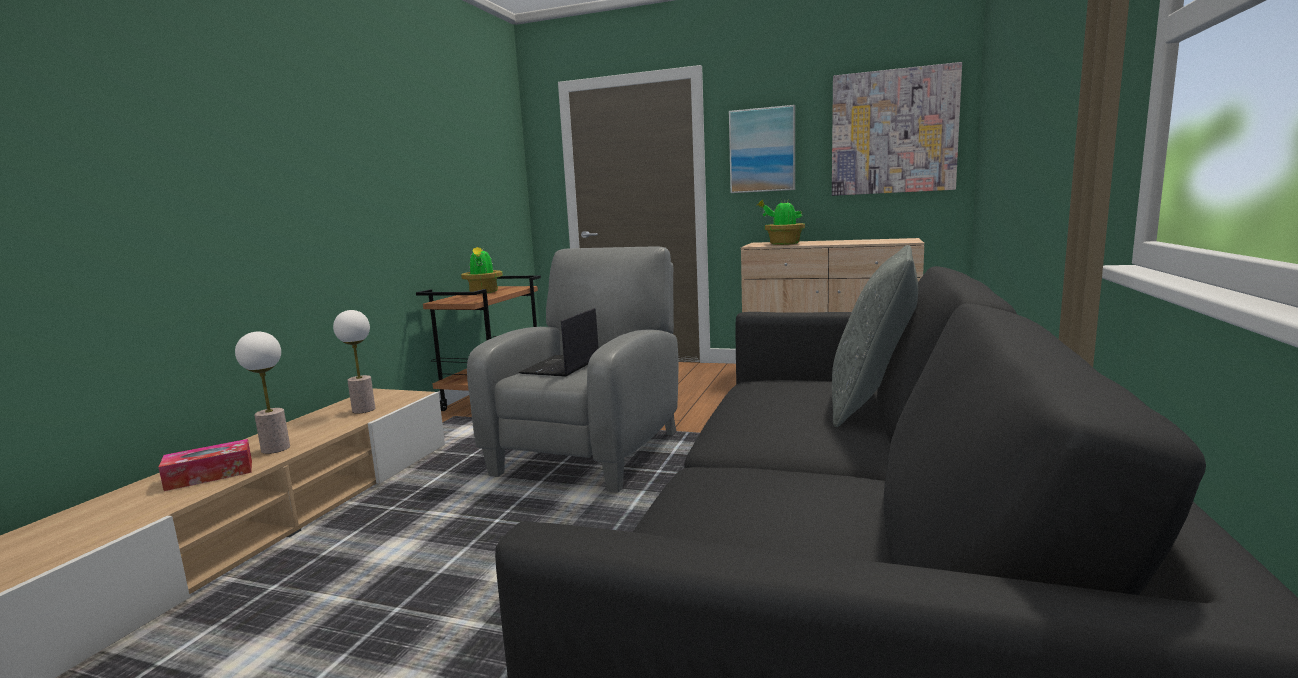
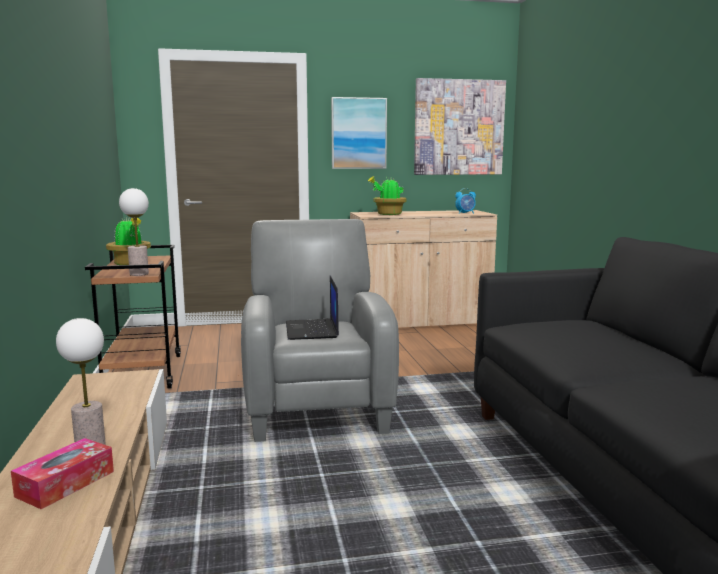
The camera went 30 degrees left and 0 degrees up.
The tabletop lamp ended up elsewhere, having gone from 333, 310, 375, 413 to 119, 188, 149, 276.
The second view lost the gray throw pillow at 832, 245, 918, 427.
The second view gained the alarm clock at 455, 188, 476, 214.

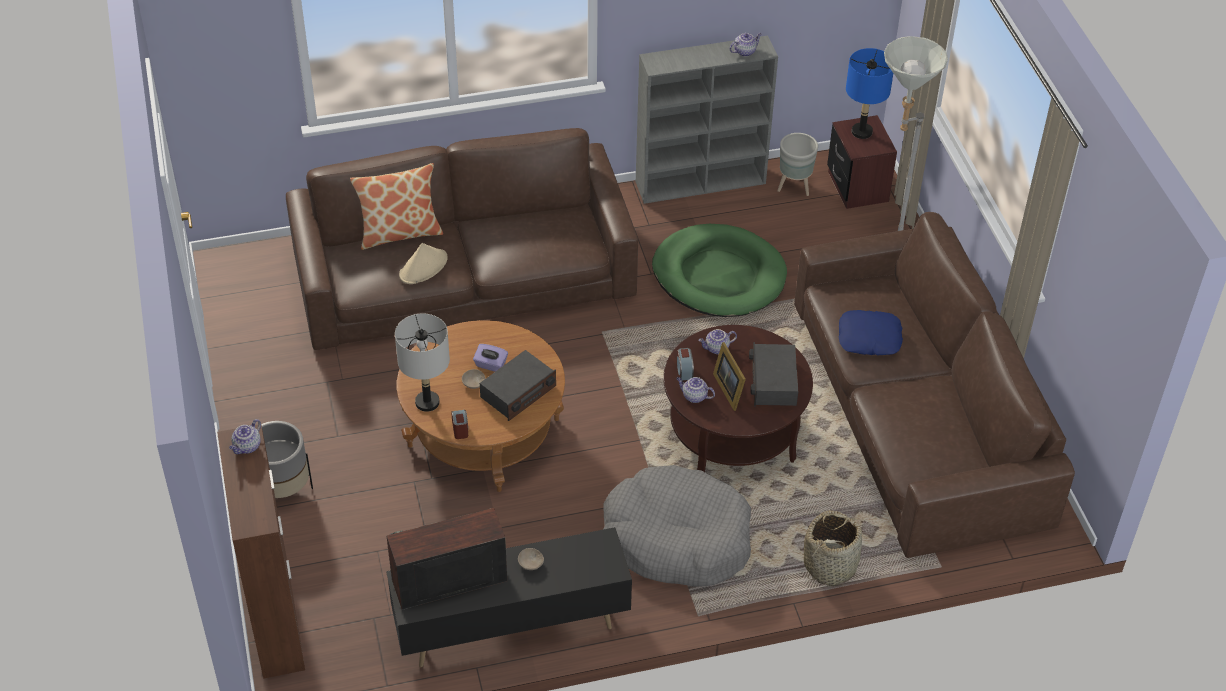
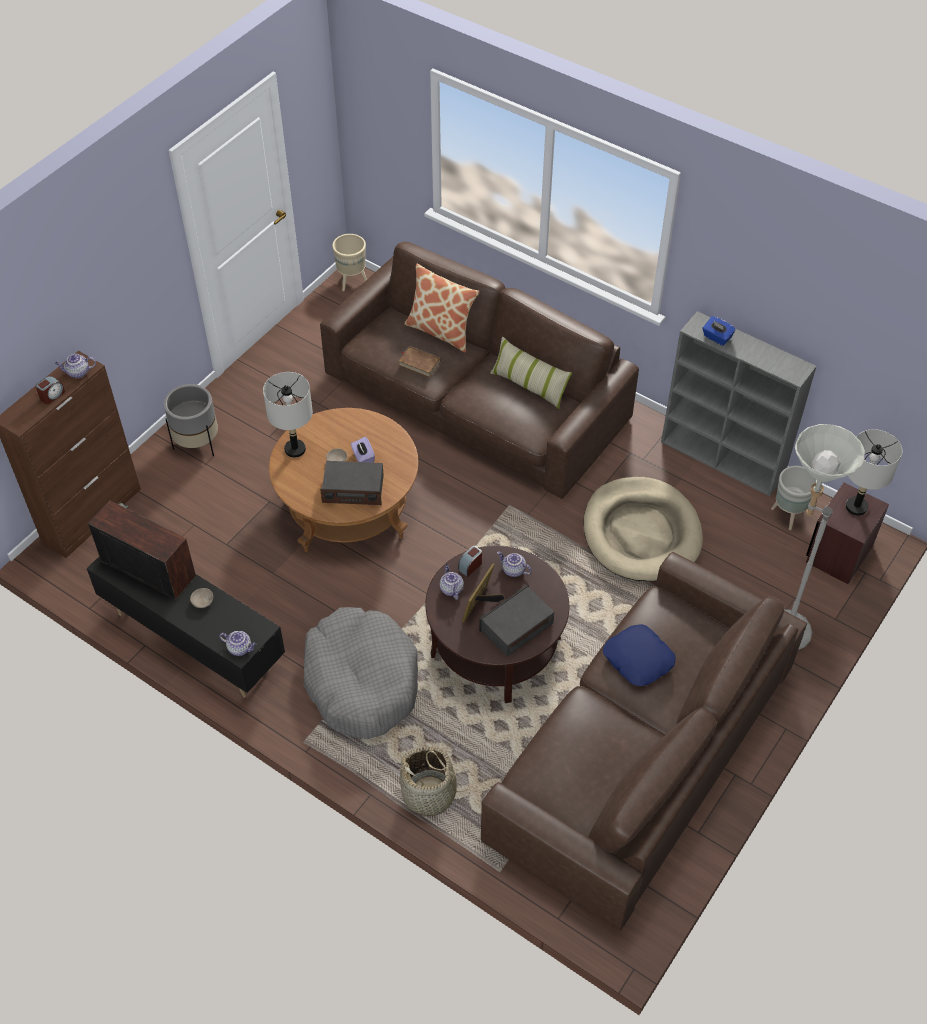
The camera went 50 degrees right and 5 degrees up.
Where the beige wearable hat stood at 399, 243, 448, 284, the brown-coloured book came to stand at 398, 346, 441, 378.
The alarm clock ended up elsewhere, having gone from 451, 410, 468, 439 to 35, 376, 65, 404.
What was the greenish dog cushion at 652, 224, 787, 317 turned into the beige dog cushion at 583, 477, 703, 582.
The tea pot ended up elsewhere, having gone from 729, 33, 762, 57 to 219, 631, 257, 656.
What was the blue tabletop lamp at 846, 48, 893, 139 turned into the gray tabletop lamp at 846, 429, 903, 516.
The second view gained the beige plant pot at 332, 234, 367, 291.
The second view gained the throw pillow at 490, 337, 572, 409.
The second view gained the blue tissue box at 702, 316, 736, 346.

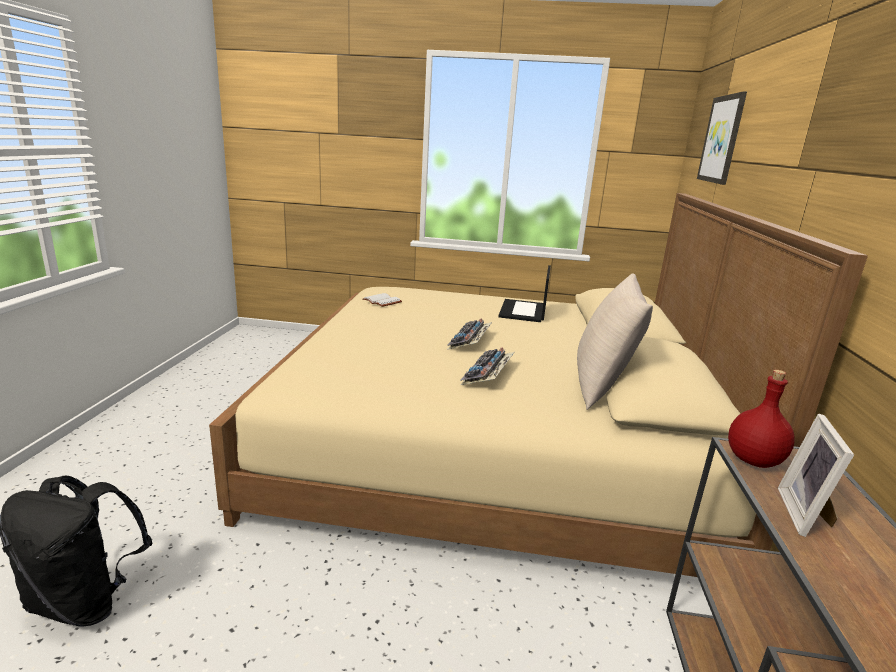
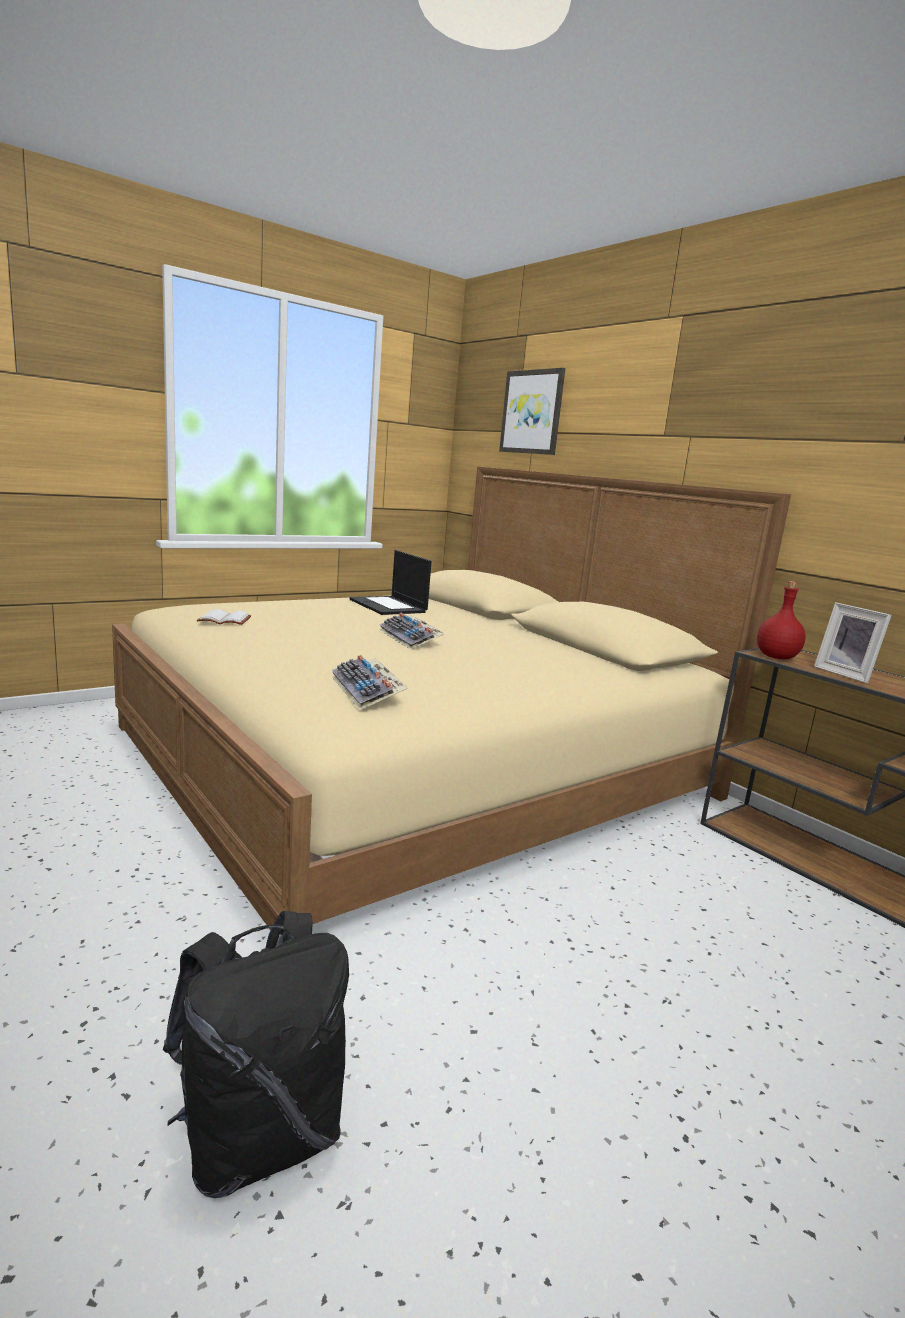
The camera went 45 degrees left and 5 degrees down.
The keyboard ended up elsewhere, having gone from 460, 347, 515, 385 to 332, 655, 407, 710.
The second view lost the beige throw pillow at 577, 273, 653, 410.

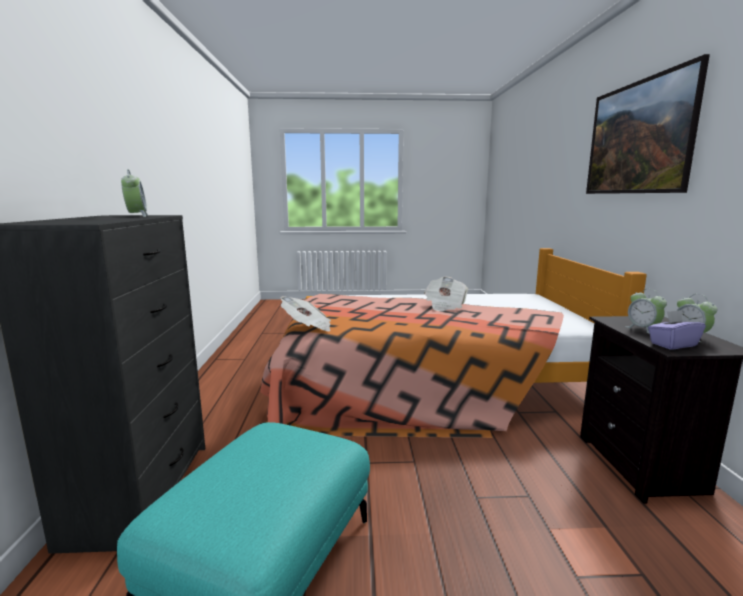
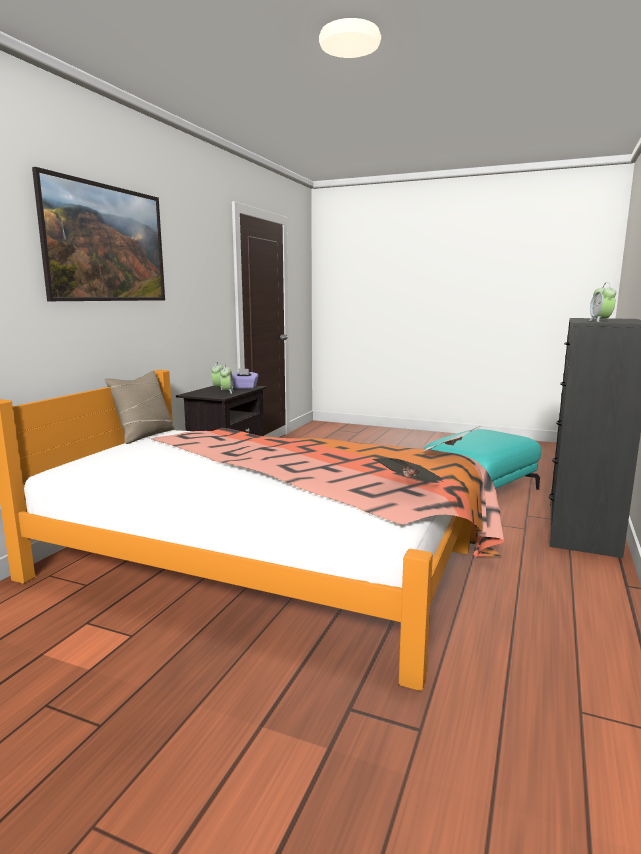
The camera went 155 degrees left and 0 degrees up.
The printed paper ended up elsewhere, having gone from 424, 277, 468, 311 to 372, 458, 443, 483.
The second view gained the beige throw pillow at 104, 371, 175, 444.

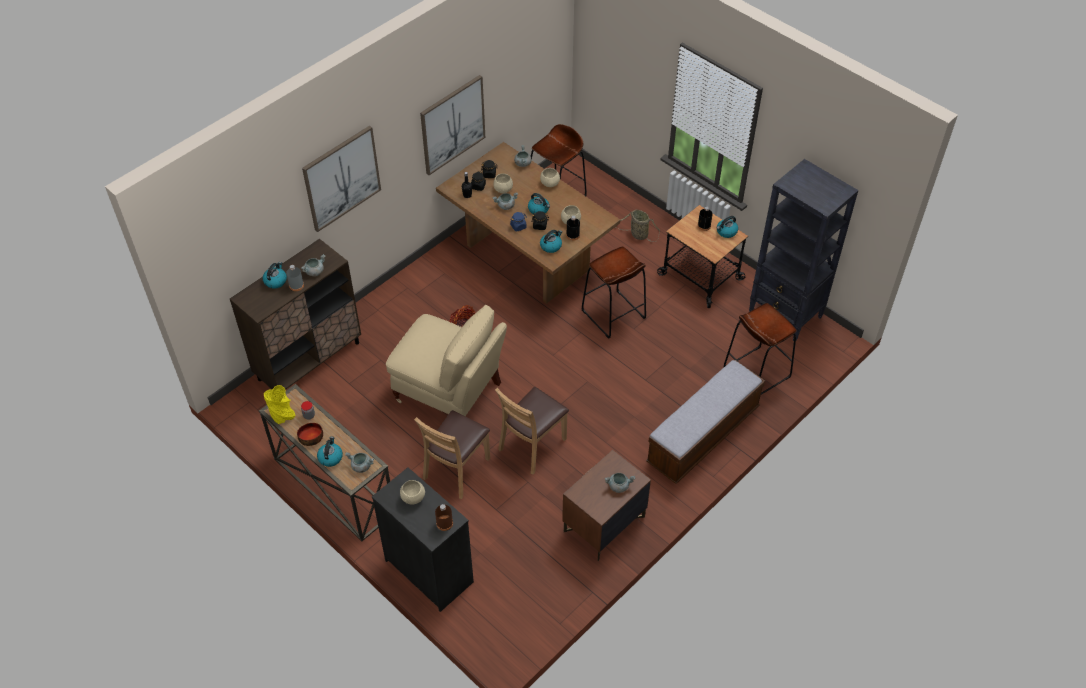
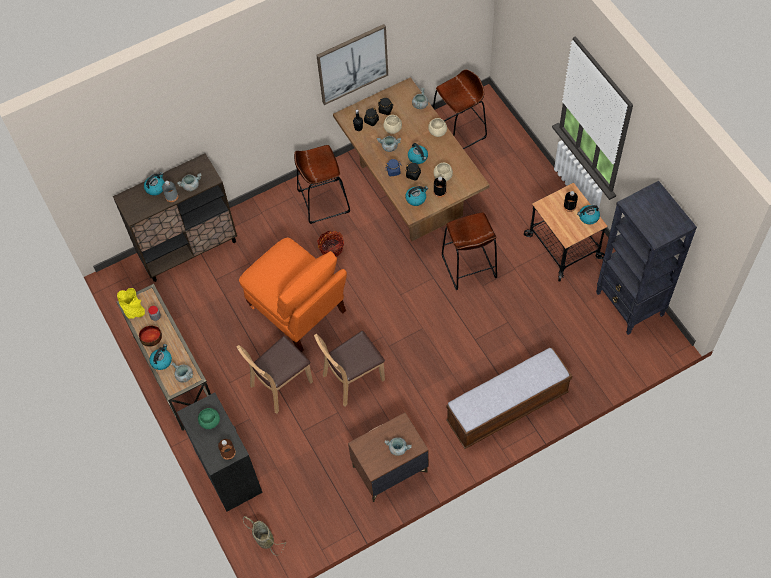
The camera went 20 degrees right and 10 degrees up.
The second view lost the wall picture at 302, 126, 381, 232.
What was the beige upright chair at 386, 305, 507, 417 turned into the orange-coloured upright chair at 239, 238, 347, 352.
What was the beige deep dish at 400, 480, 425, 505 turned into the greenish deep dish at 198, 408, 220, 429.
The basket ended up elsewhere, having gone from 617, 210, 660, 242 to 243, 516, 286, 556.
The brown-coloured stool ended up elsewhere, having gone from 723, 303, 797, 395 to 294, 145, 350, 224.

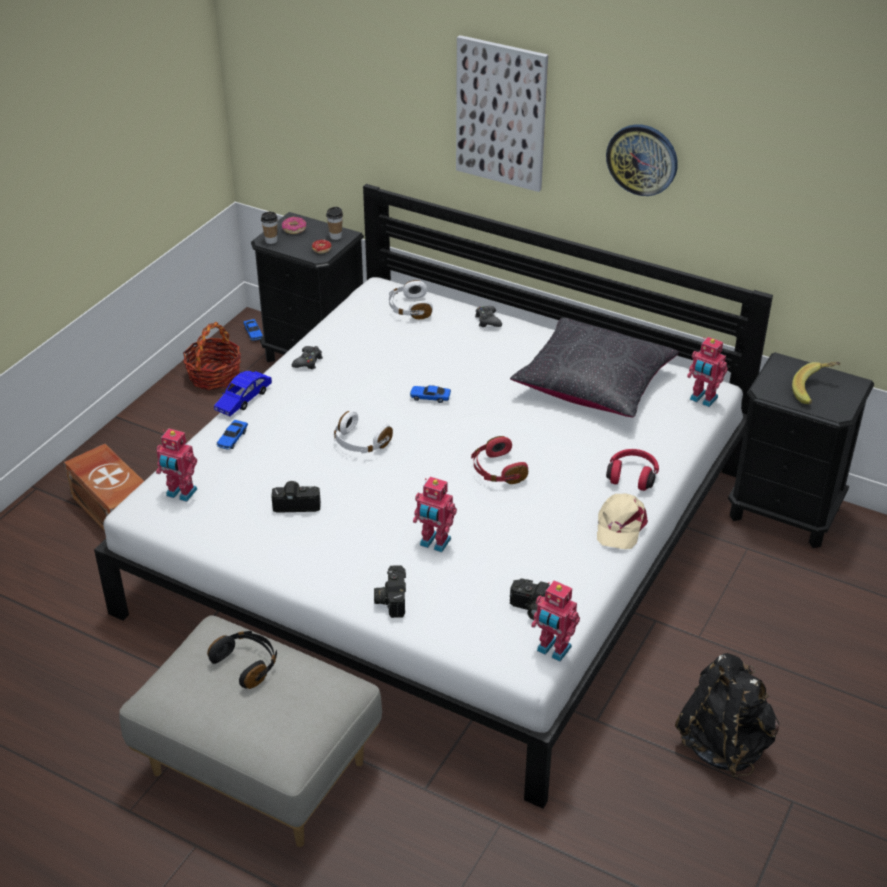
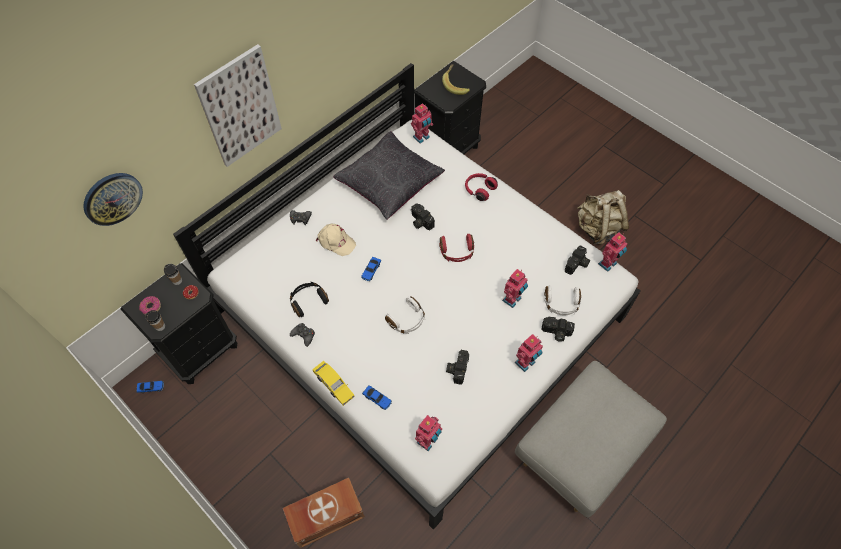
The camera went 75 degrees left and 20 degrees up.
The second view lost the basket at 183, 322, 241, 390.
The blackish pair of headphones ended up elsewhere, having gone from 207, 631, 277, 689 to 290, 282, 329, 317.
What was the blue model car at 214, 371, 272, 416 turned into the yellow model car at 312, 361, 355, 406.
The whitish pair of headphones ended up elsewhere, having gone from 389, 280, 433, 319 to 544, 285, 581, 315.
The beige baseball cap ended up elsewhere, having gone from 597, 494, 648, 549 to 316, 223, 356, 256.
The wall clock ended up elsewhere, having gone from 606, 124, 678, 196 to 83, 173, 143, 226.
What was the blackish knapsack at 675, 653, 779, 778 turned into the beige knapsack at 577, 190, 629, 245.
The second view gained the photo camera at 411, 203, 435, 231.
The second view gained the toy robot at 515, 334, 543, 372.

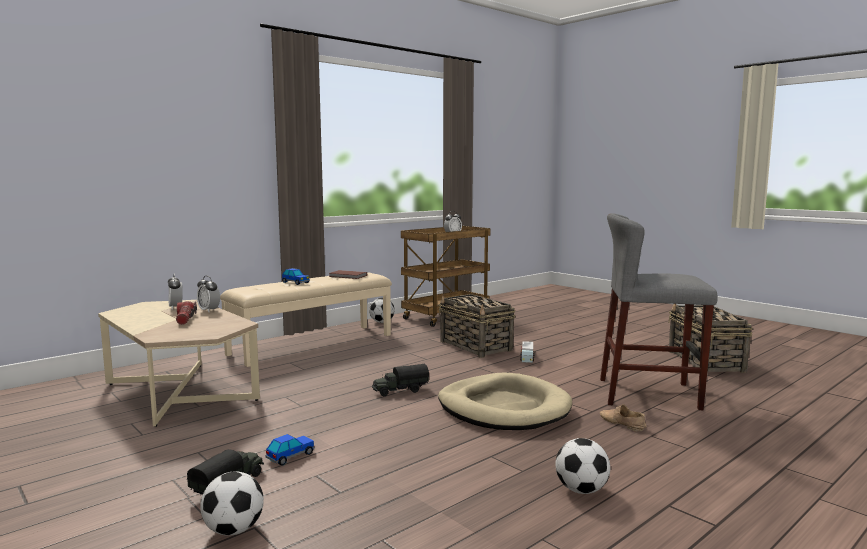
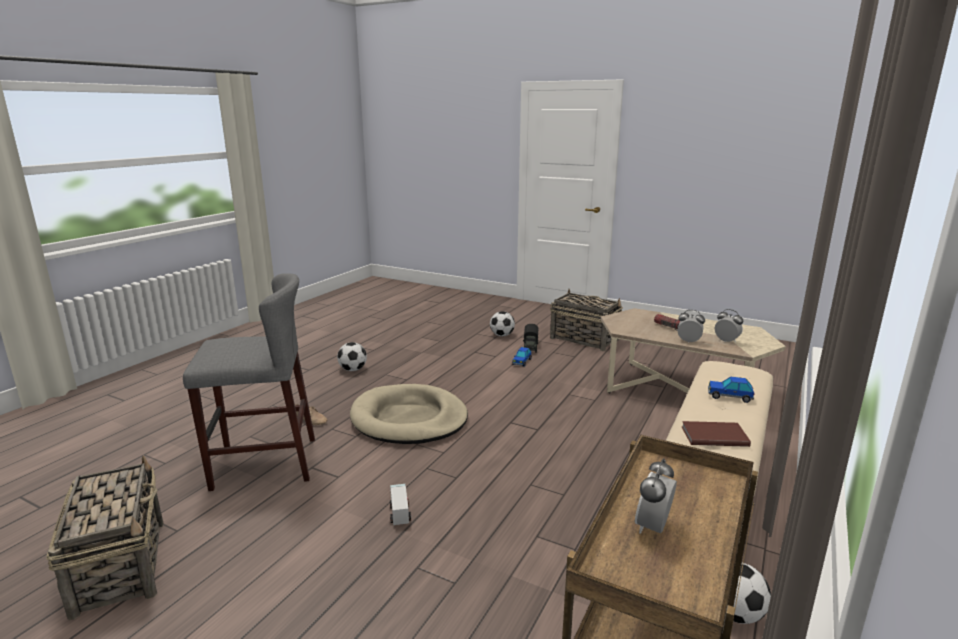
The camera went 160 degrees right and 10 degrees up.
The second view lost the toy lorry at 372, 364, 429, 396.
The basket ended up elsewhere, having gone from 438, 294, 515, 358 to 550, 289, 623, 351.

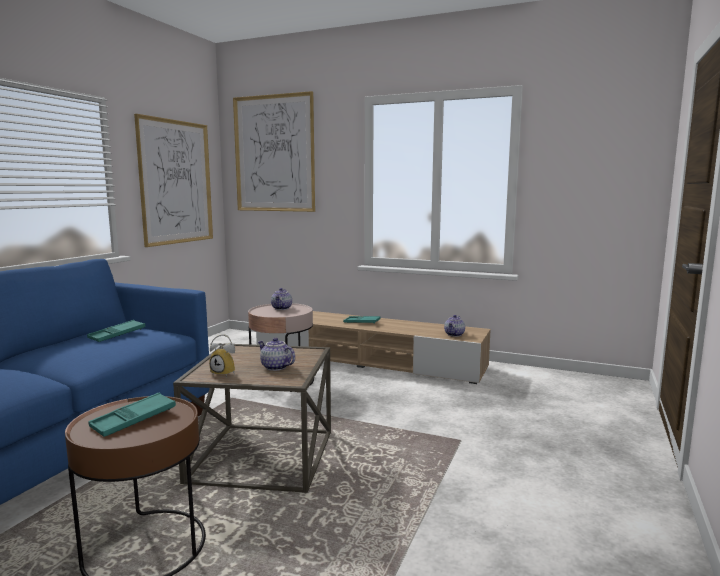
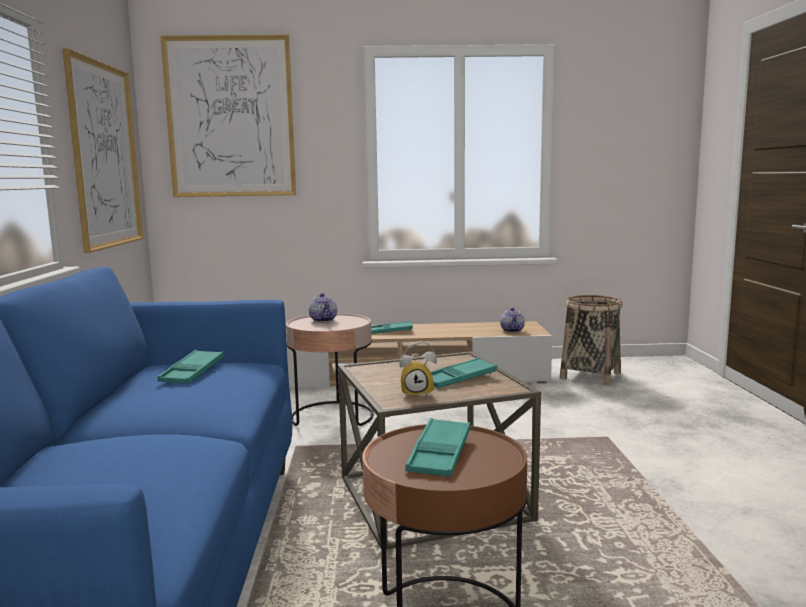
The camera went 25 degrees left and 0 degrees up.
Where the tea pot stood at 258, 338, 295, 371, the turquoise serving tray came to stand at 431, 358, 497, 388.
The second view gained the basket at 560, 295, 623, 386.

